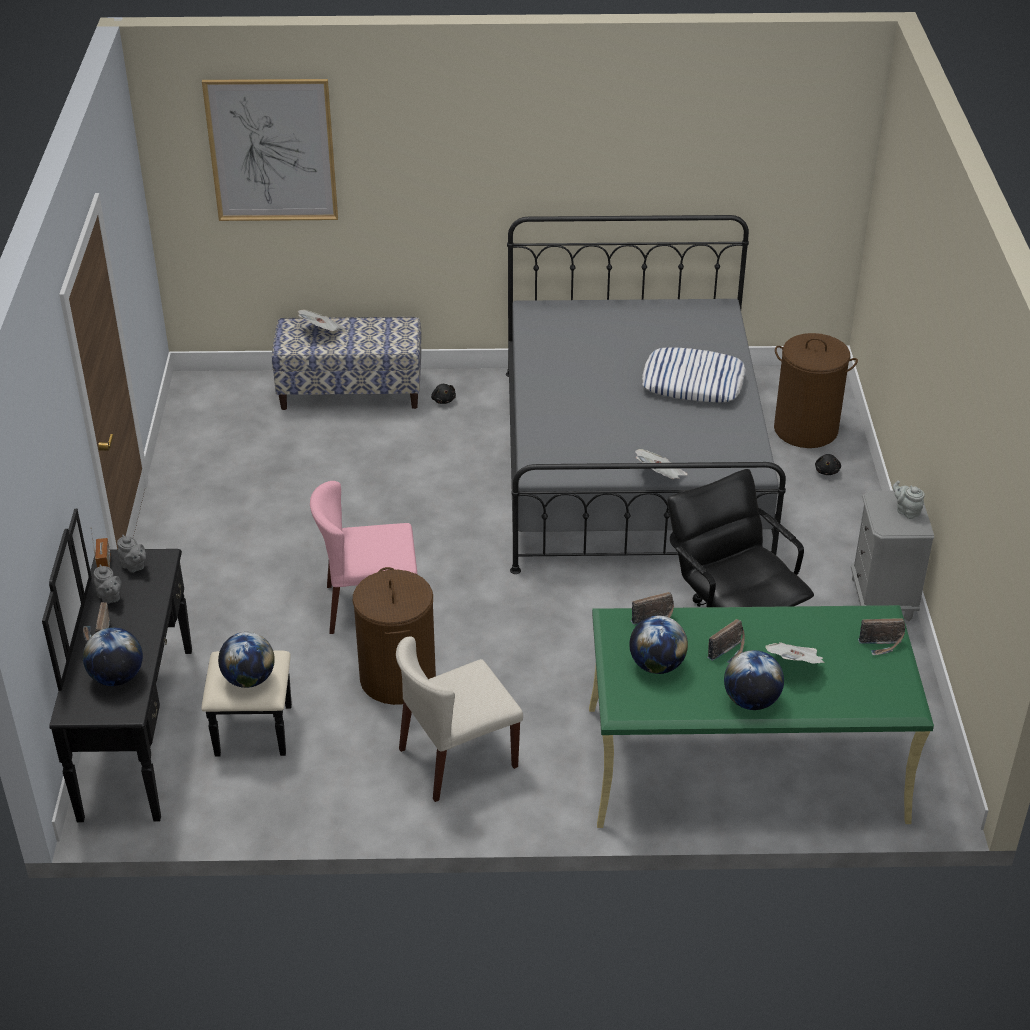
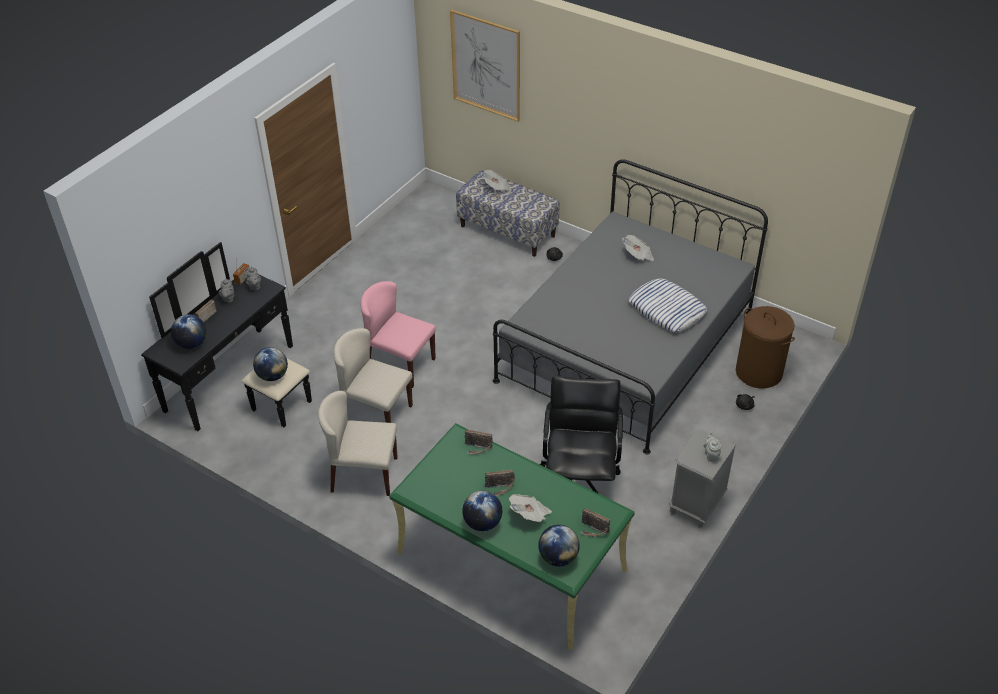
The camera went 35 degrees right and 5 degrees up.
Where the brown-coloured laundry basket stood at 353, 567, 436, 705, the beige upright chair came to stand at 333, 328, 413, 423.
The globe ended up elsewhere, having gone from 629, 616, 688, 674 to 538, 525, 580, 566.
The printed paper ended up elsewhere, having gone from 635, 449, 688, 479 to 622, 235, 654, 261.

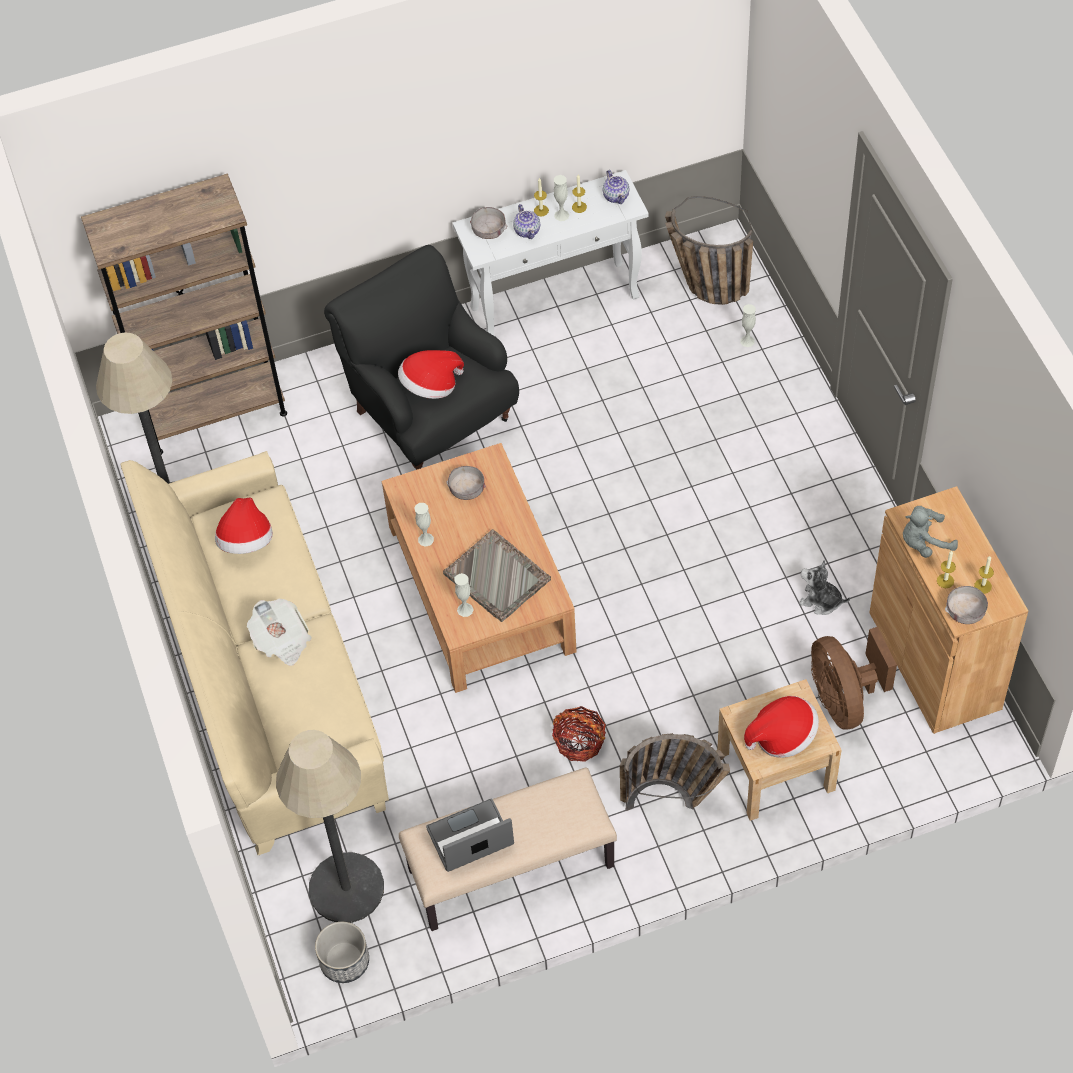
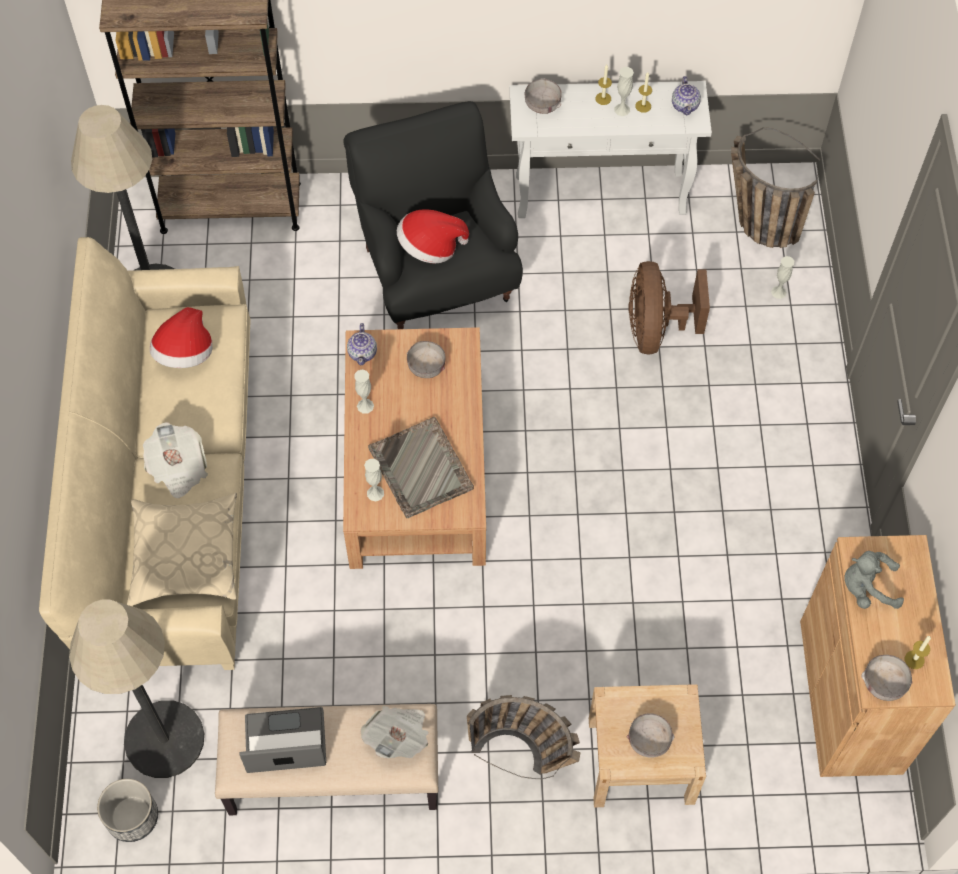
The camera went 15 degrees right and 5 degrees up.
The tea pot ended up elsewhere, having gone from 513, 204, 540, 239 to 347, 323, 377, 365.
The second view lost the basket at 552, 706, 606, 762.
Where the wearable hat stood at 744, 696, 819, 758, the gray deep dish came to stand at 627, 713, 674, 758.
The second view lost the soft toy at 799, 560, 850, 615.
The brown-coloured cooling fan ended up elsewhere, having gone from 811, 627, 897, 730 to 629, 261, 710, 355.
The second view lost the wax light at 937, 550, 956, 588.
The second view gained the beige throw pillow at 127, 493, 237, 606.
The second view gained the printed paper at 361, 706, 429, 759.

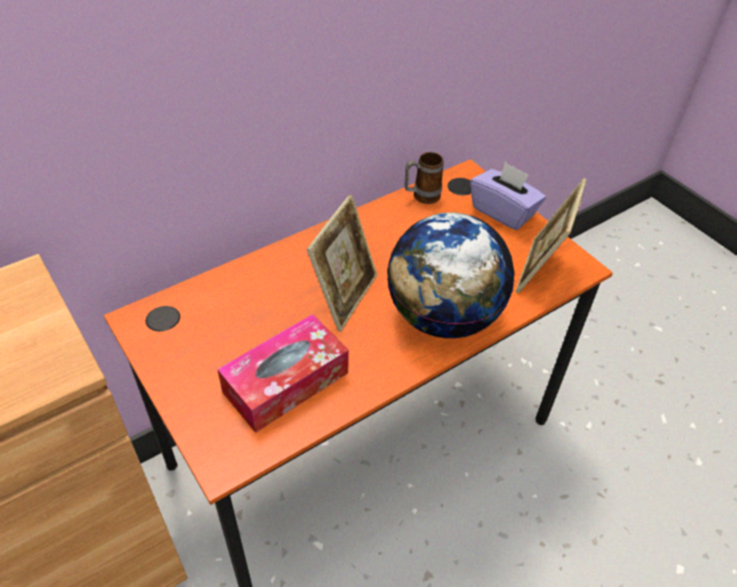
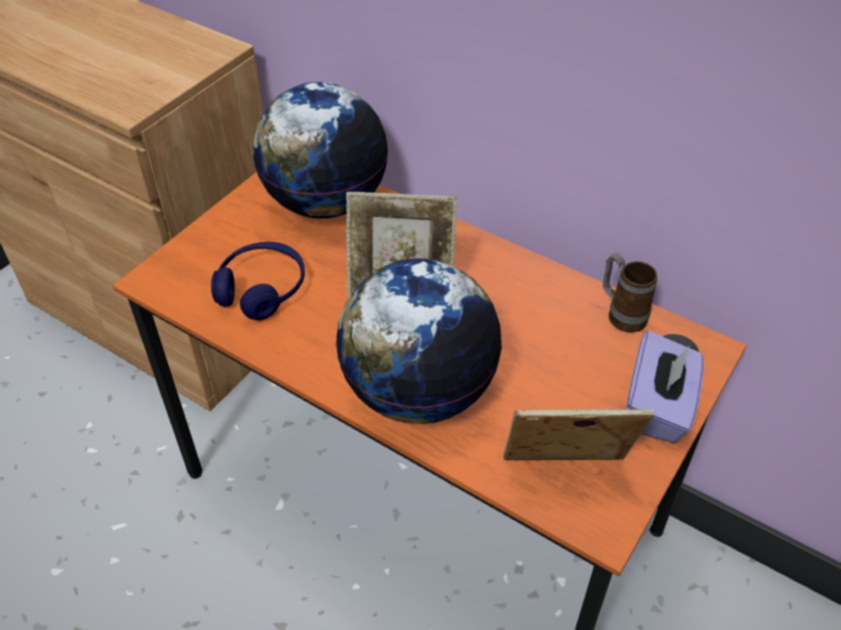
The camera went 70 degrees right and 0 degrees up.
Where the tissue box stood at 217, 314, 349, 433, the blue pair of headphones came to stand at 211, 242, 305, 320.
The second view gained the globe at 253, 82, 388, 219.

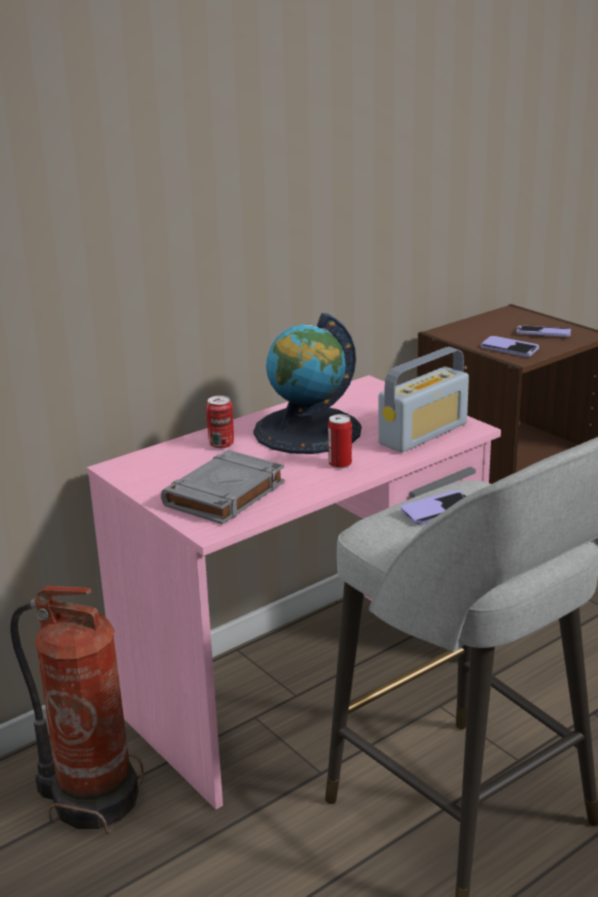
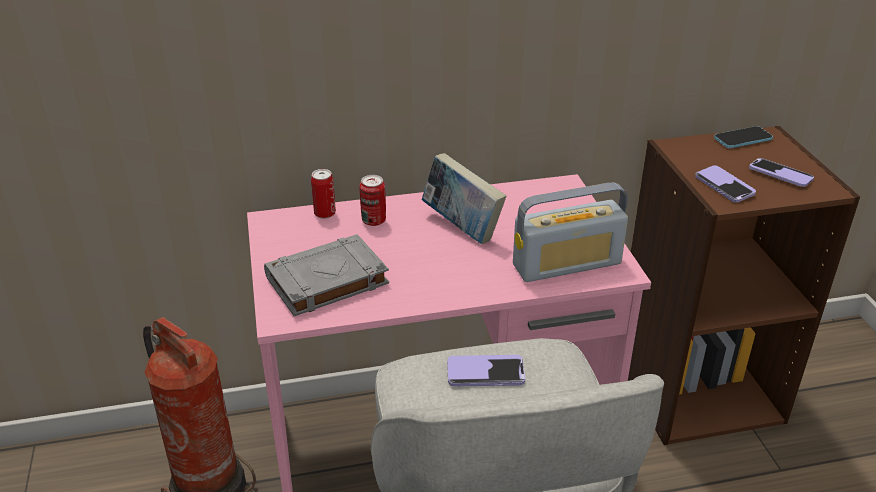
The camera went 25 degrees right and 10 degrees up.
Where the globe stood at 253, 313, 361, 454, the book came to stand at 422, 153, 506, 244.
The can ended up elsewhere, having gone from 328, 414, 352, 469 to 311, 169, 336, 219.
The second view gained the phone at 714, 126, 773, 148.

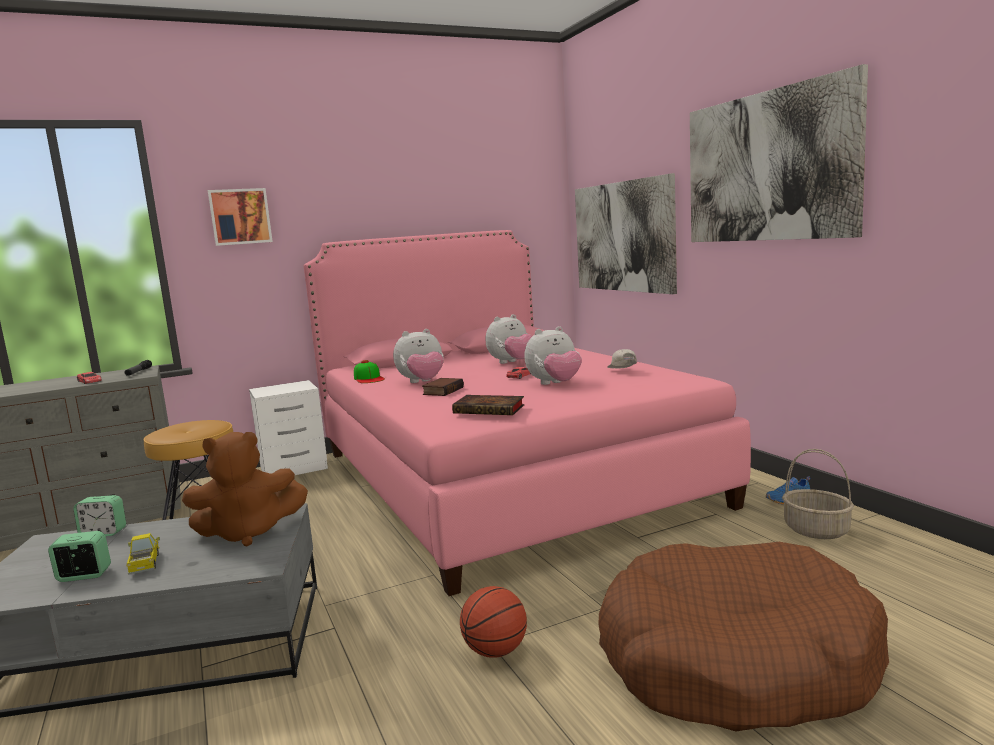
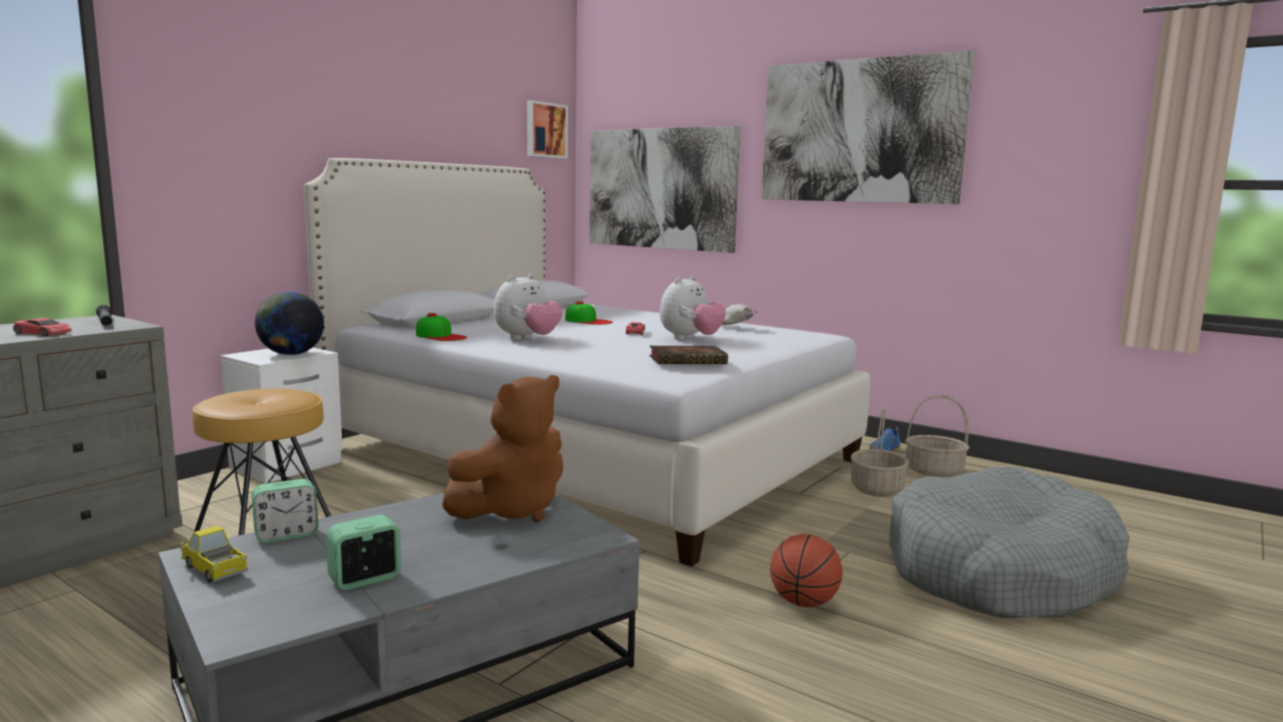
The camera went 30 degrees left and 0 degrees up.
The toy lorry ended up elsewhere, having gone from 126, 533, 160, 575 to 180, 526, 248, 582.
The wall picture ended up elsewhere, having gone from 208, 188, 273, 246 to 527, 100, 568, 159.
What was the pinkish bed at 304, 230, 751, 596 turned into the whitish bed at 304, 158, 870, 567.
The second view lost the book at 422, 378, 464, 396.
Where the soft toy stood at 486, 314, 532, 364, the baseball cap came to stand at 565, 301, 613, 325.
What was the brown-coloured dog cushion at 598, 542, 889, 732 turned into the gray dog cushion at 889, 467, 1129, 618.
The second view gained the globe at 255, 292, 324, 355.
The second view gained the basket at 850, 407, 909, 497.

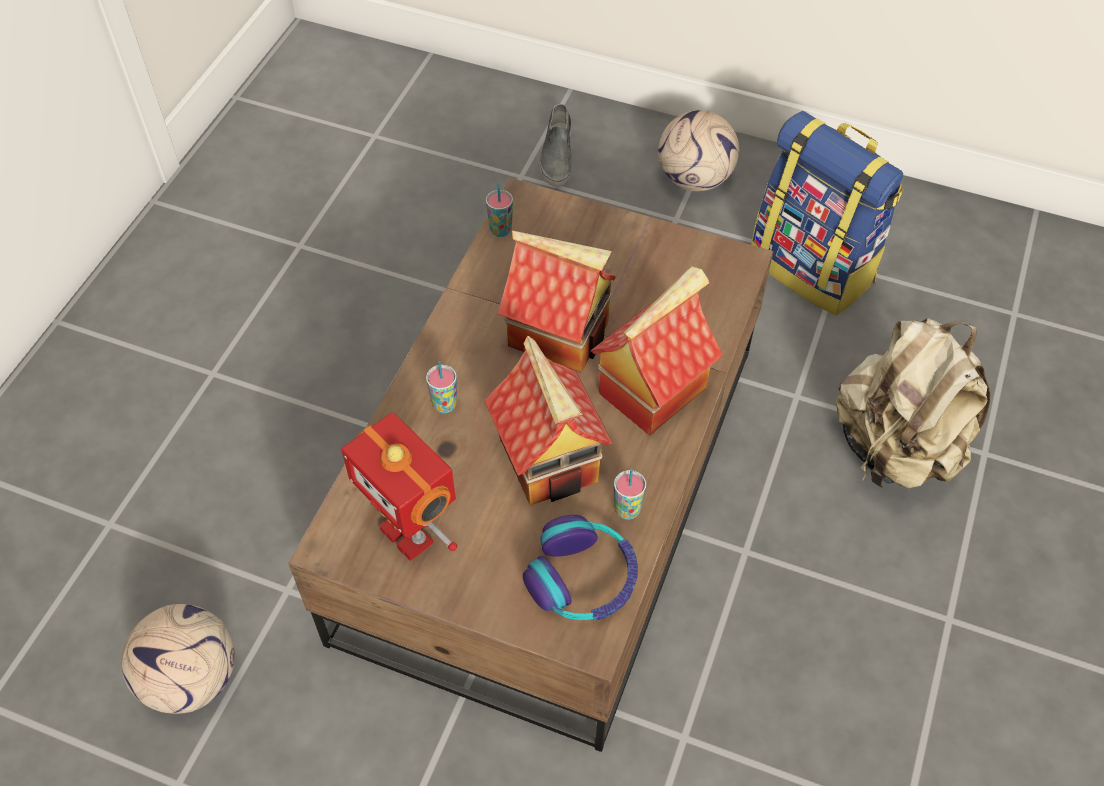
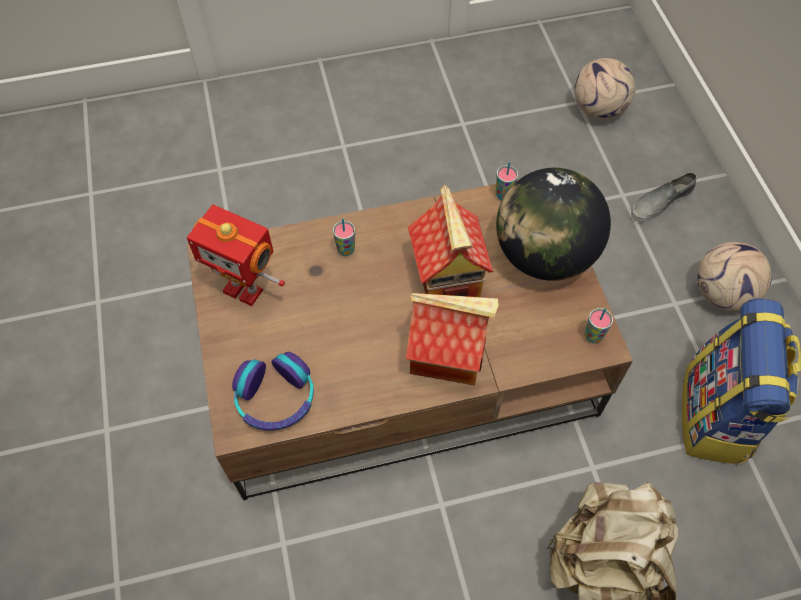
The camera went 55 degrees right and 5 degrees up.
The ball for football ended up elsewhere, having gone from 122, 604, 235, 714 to 574, 58, 635, 120.
The toy robot at 341, 412, 457, 561 ended up facing another way, 75 degrees counterclockwise from before.
The second view lost the miniature house at 484, 335, 613, 506.
The drinking cup ended up elsewhere, having gone from 614, 469, 646, 520 to 584, 308, 613, 344.
The second view gained the globe at 496, 168, 611, 281.

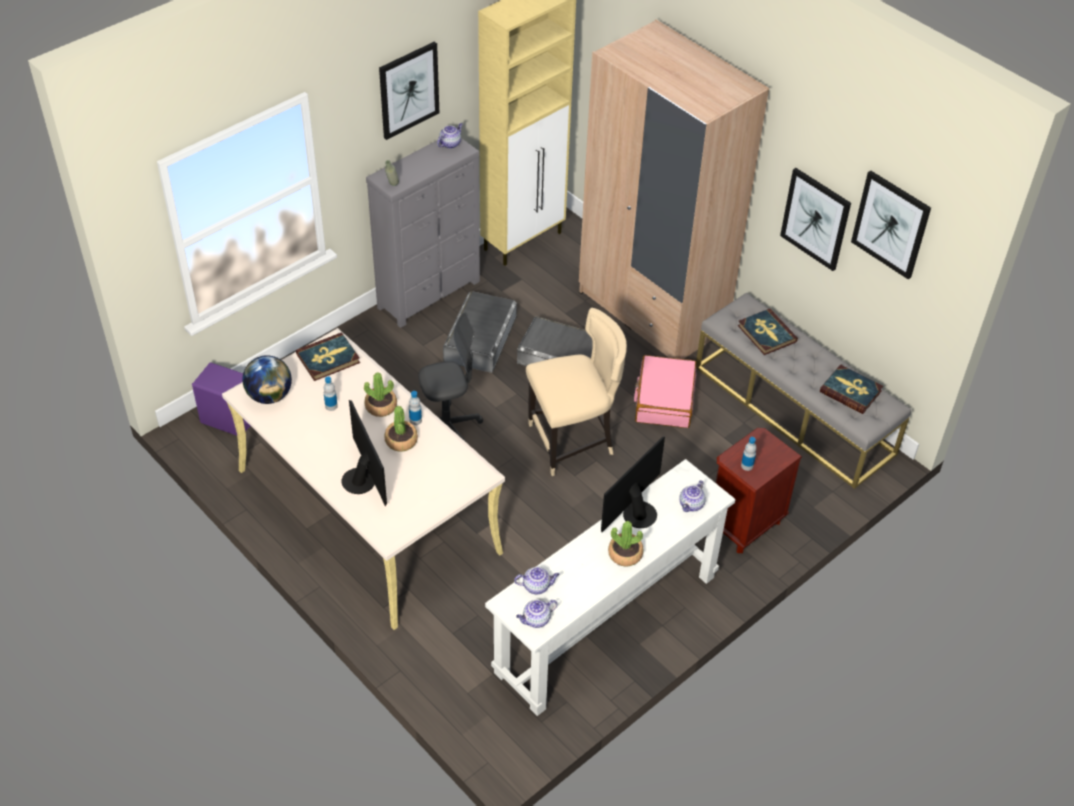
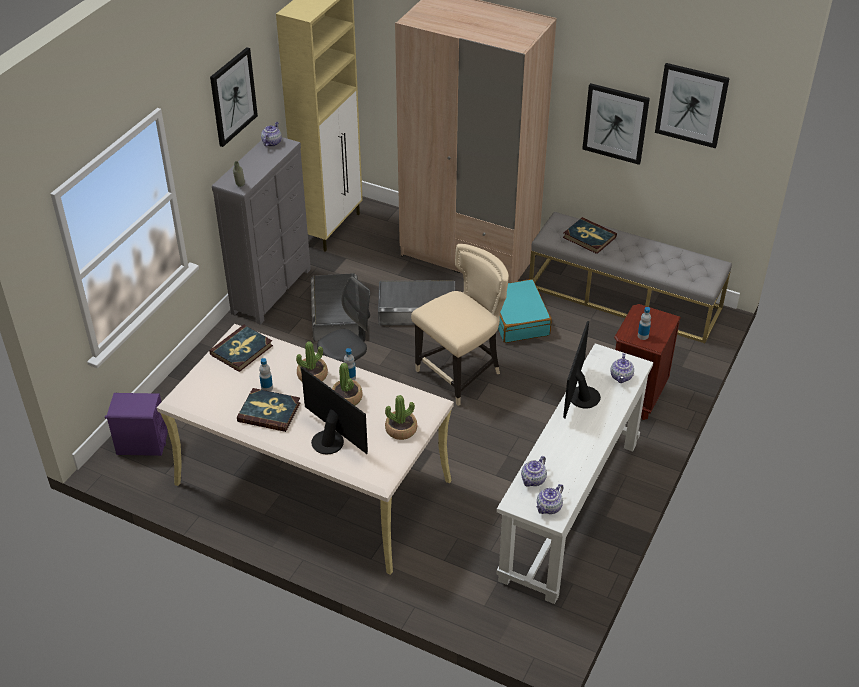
The camera went 20 degrees left and 5 degrees down.
The second view lost the globe at 242, 355, 292, 404.
The tea pot at 514, 567, 560, 595 ended up facing another way, 150 degrees clockwise from before.
The houseplant ended up elsewhere, having gone from 608, 521, 644, 567 to 385, 395, 417, 440.
What was the pinkish suitcase at 634, 355, 696, 428 turned into the turquoise suitcase at 498, 279, 552, 343.
The book ended up elsewhere, having gone from 820, 364, 883, 414 to 237, 388, 301, 432.

